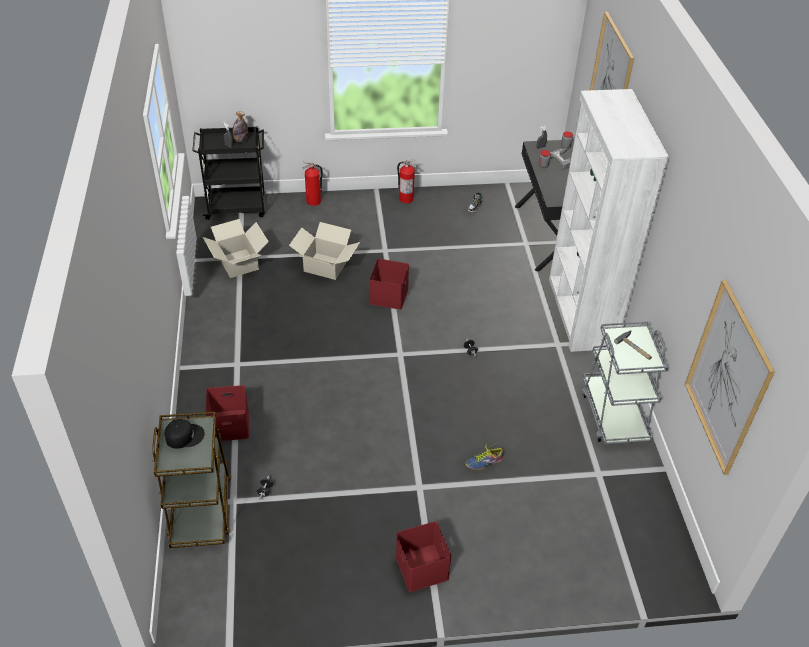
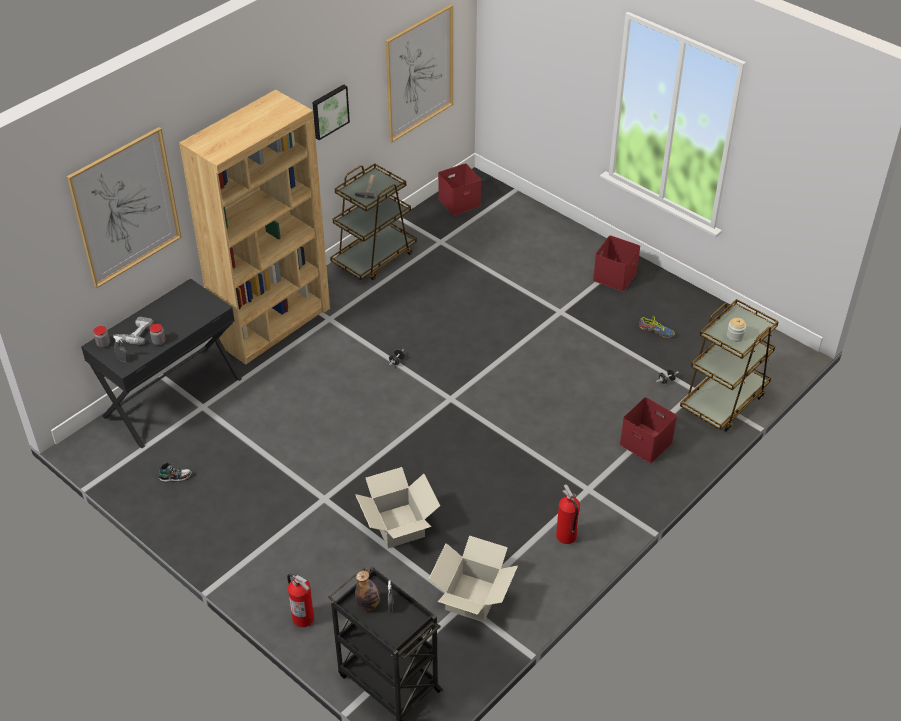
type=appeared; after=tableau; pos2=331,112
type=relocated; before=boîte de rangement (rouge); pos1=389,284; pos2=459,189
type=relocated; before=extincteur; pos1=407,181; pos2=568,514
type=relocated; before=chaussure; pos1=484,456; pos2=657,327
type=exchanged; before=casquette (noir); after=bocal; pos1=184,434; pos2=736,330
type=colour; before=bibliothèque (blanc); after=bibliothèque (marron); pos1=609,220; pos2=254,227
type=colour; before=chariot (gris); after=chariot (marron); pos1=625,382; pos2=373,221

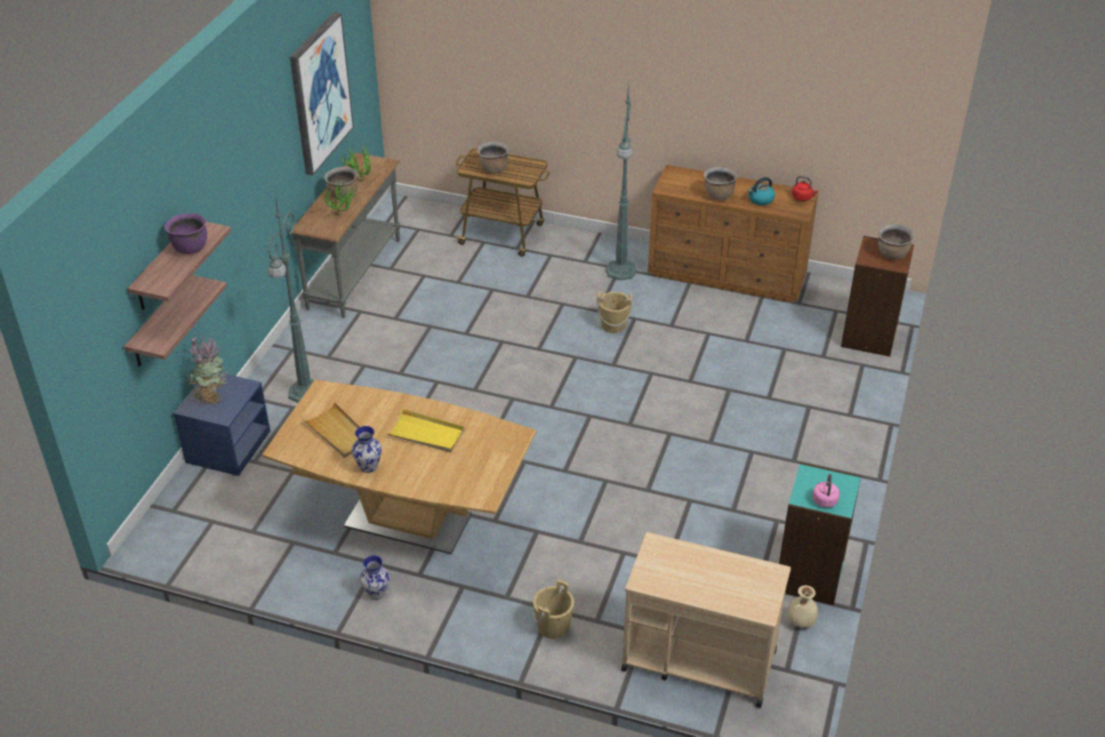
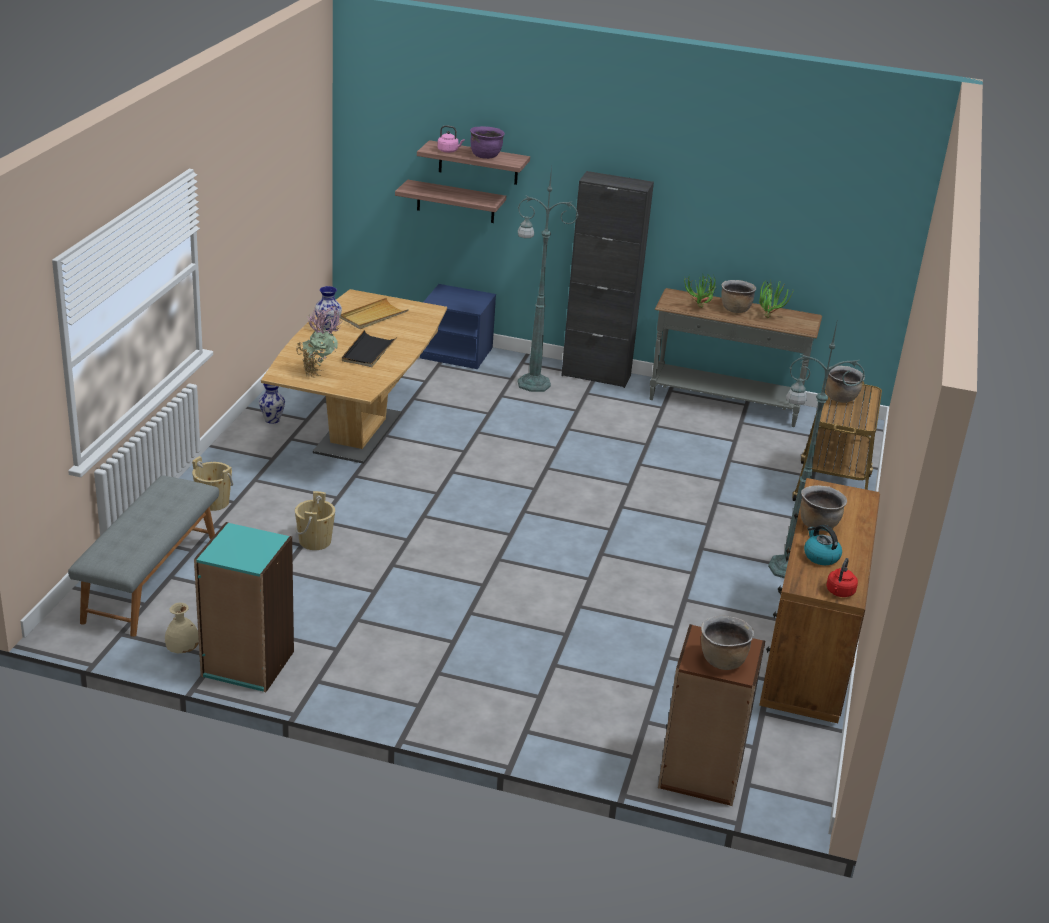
type=missing; before=tableau; pos1=322,93
type=appeared; after=meuble de rangement (noir); pos2=607,279
type=relocated; before=plante en pot; pos1=207,369; pos2=318,342
type=relocated; before=seau (beige); pos1=615,312; pos2=315,520
type=relocated; before=bouilloire (rose); pos1=826,491; pos2=450,139
type=exchanged; before=chariot (beige); after=banc (gris); pos1=706,620; pos2=143,556
type=colour; before=plateau (jaune); after=plateau (noir); pos1=425,430; pos2=370,348

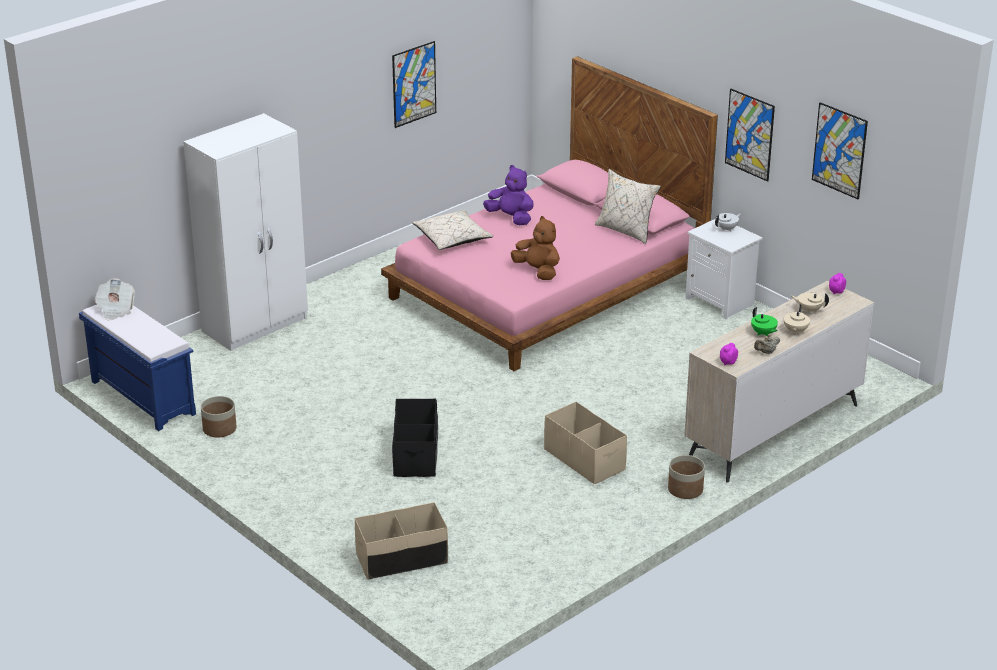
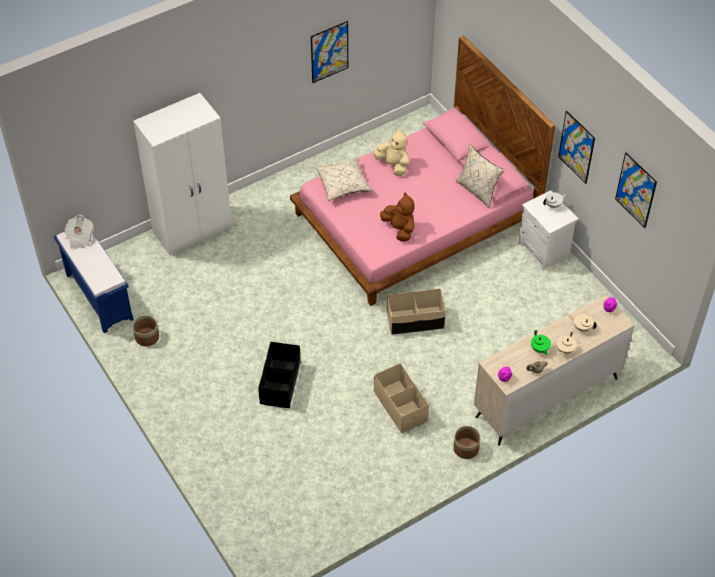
type=relocated; before=boîte de rangement (beige); pos1=401,540; pos2=416,311
type=colour; before=peluche (violet); after=peluche (beige); pos1=508,195; pos2=391,152

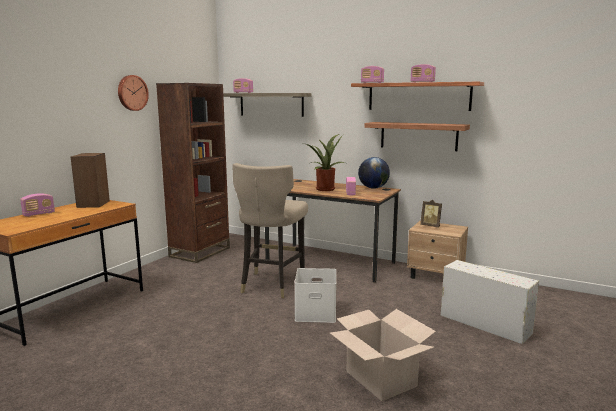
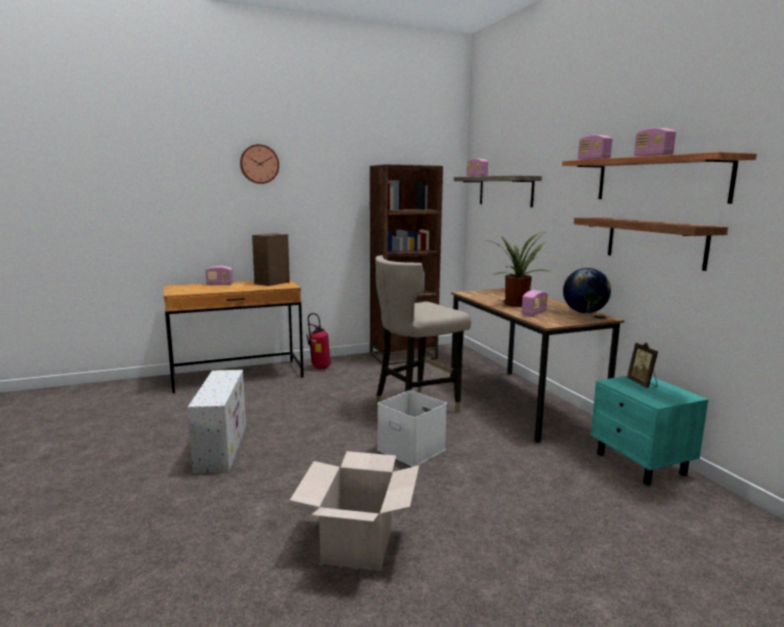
type=appeared; after=extincteur; pos2=318,341
type=relocated; before=horloge murale; pos1=133,93; pos2=259,164
type=relocated; before=boîte de rangement (blanc); pos1=490,302; pos2=216,422
type=colour; before=table de chevet (beige); after=table de chevet (turquoise); pos1=437,250; pos2=650,430

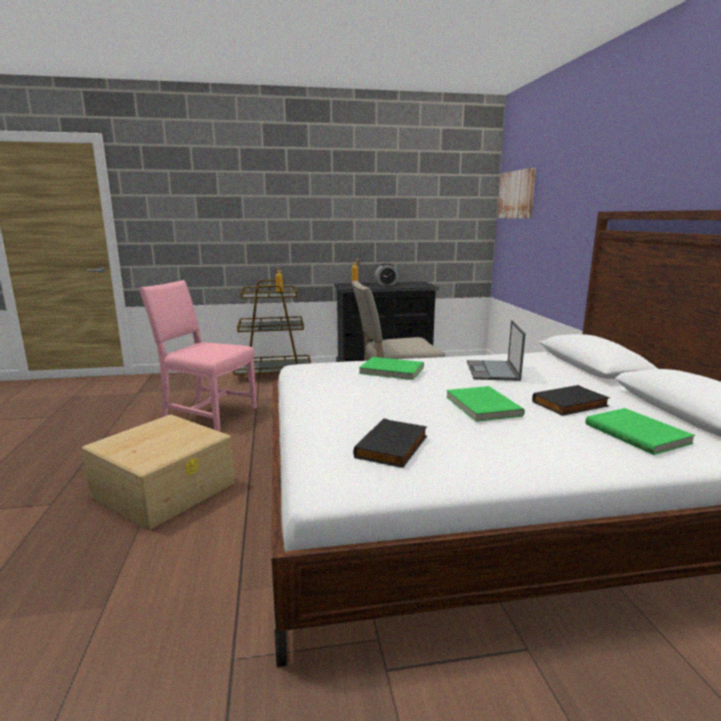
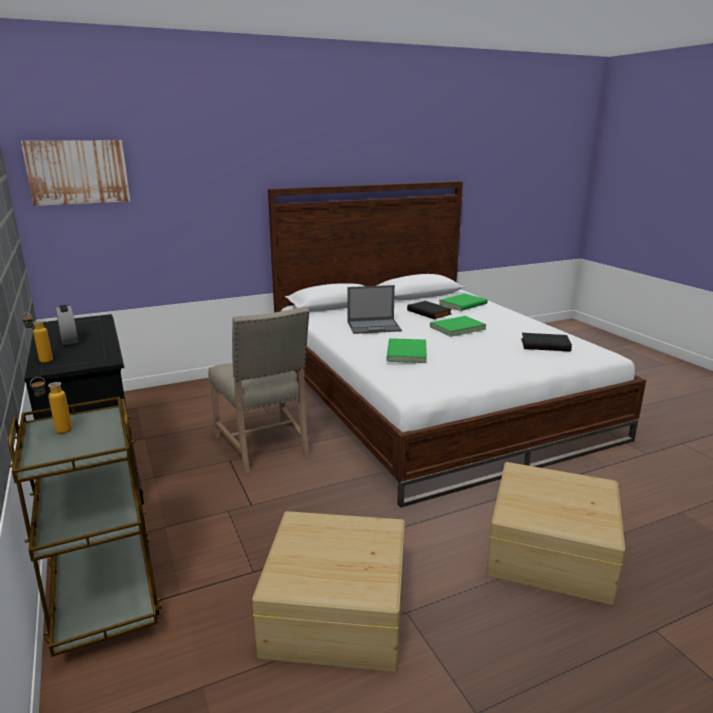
type=exchanged; before=chaise (rose); after=boîte de rangement (beige); pos1=198,355; pos2=328,591

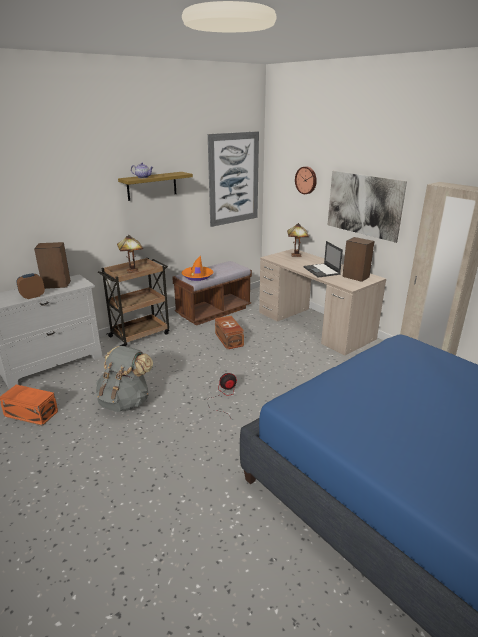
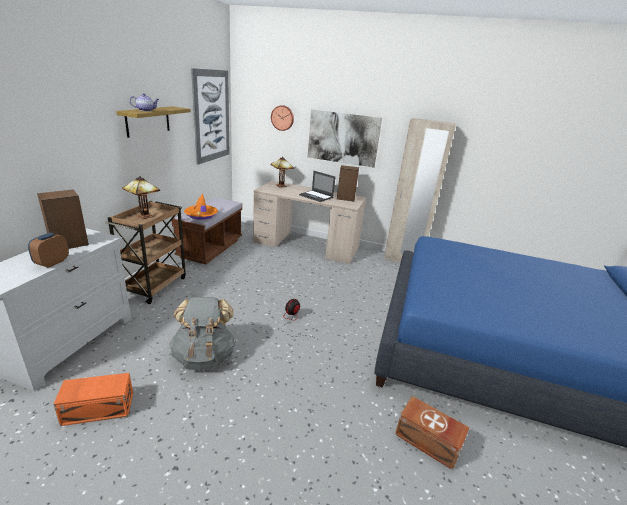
type=relocated; before=boîte de rangement (marron); pos1=229,333; pos2=432,433

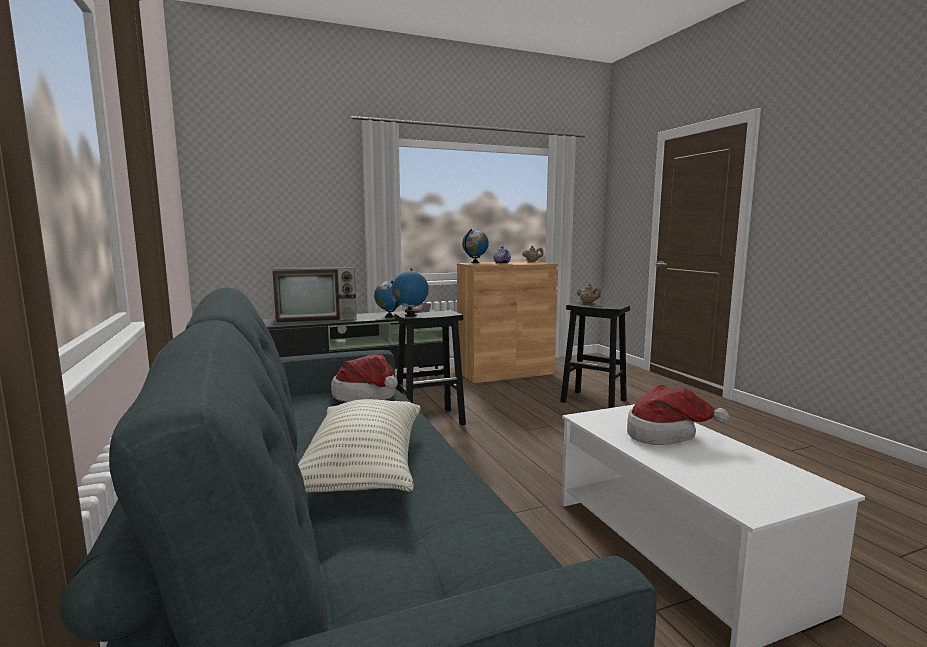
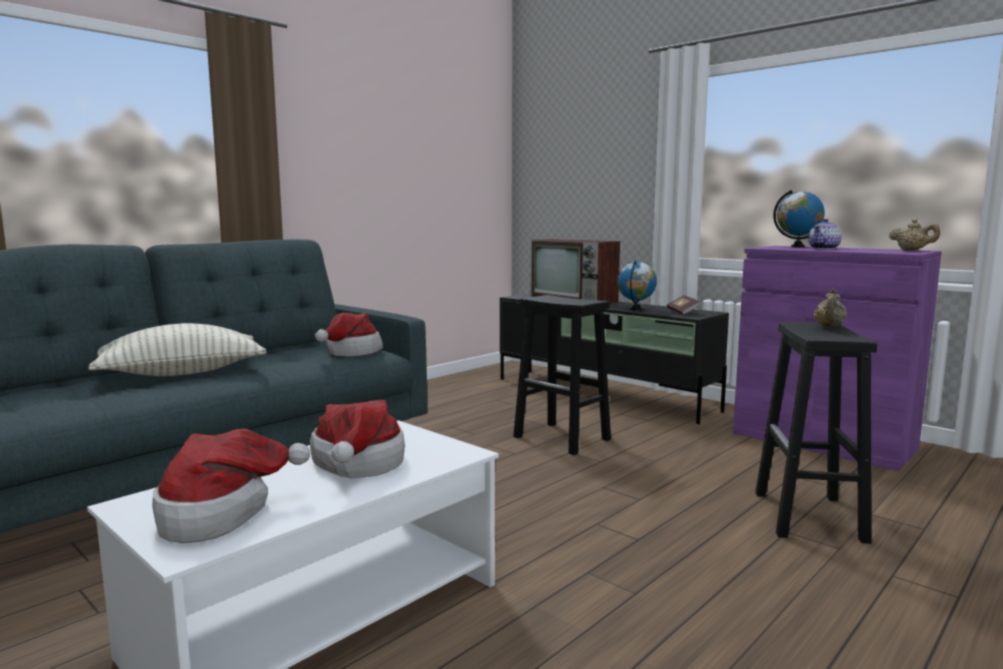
type=missing; before=globe; pos1=410,292
type=appeared; after=chapeau; pos2=231,486
type=colour; before=meuble de rangement (marron); after=meuble de rangement (violet); pos1=507,322; pos2=837,358

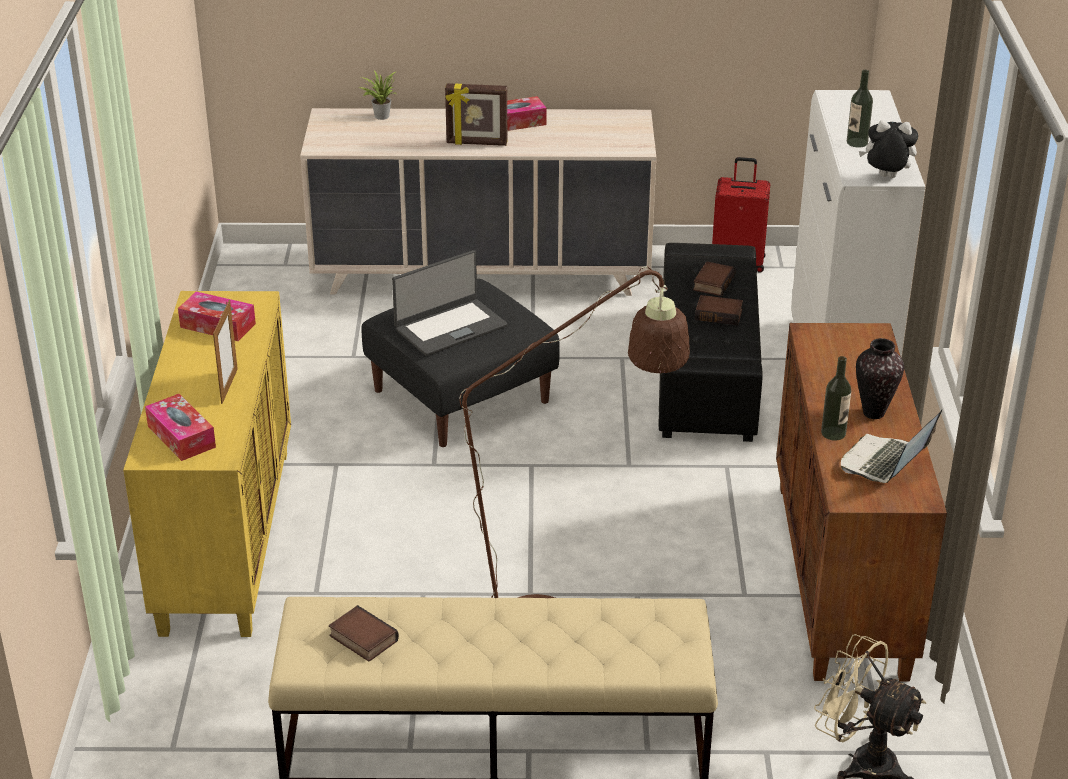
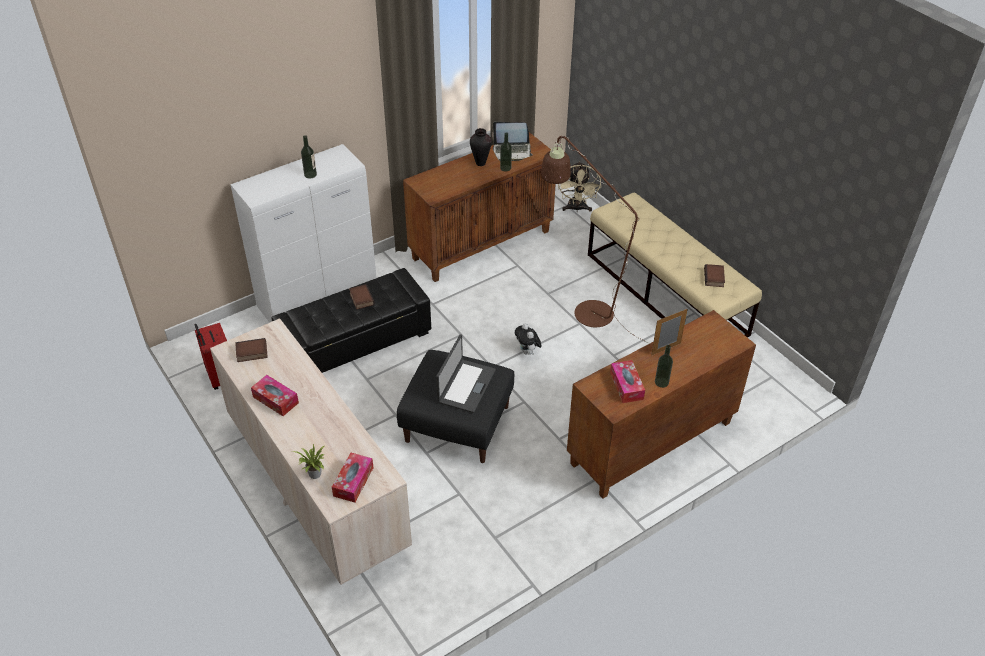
type=missing; before=cadre photo; pos1=476,114
type=appeared; after=bouteille; pos2=664,366
type=relocated; before=boîte à mouchoirs; pos1=180,427; pos2=352,478
type=relocated; before=livre; pos1=714,278; pos2=251,350
type=relocated; before=peluche; pos1=888,149; pos2=528,339
type=colour; before=meuble de rangement (jaune); after=meuble de rangement (marron); pos1=207,464; pos2=661,404
type=spun; before=ordinateur portable; pos1=449,303; pos2=466,373; turn=90

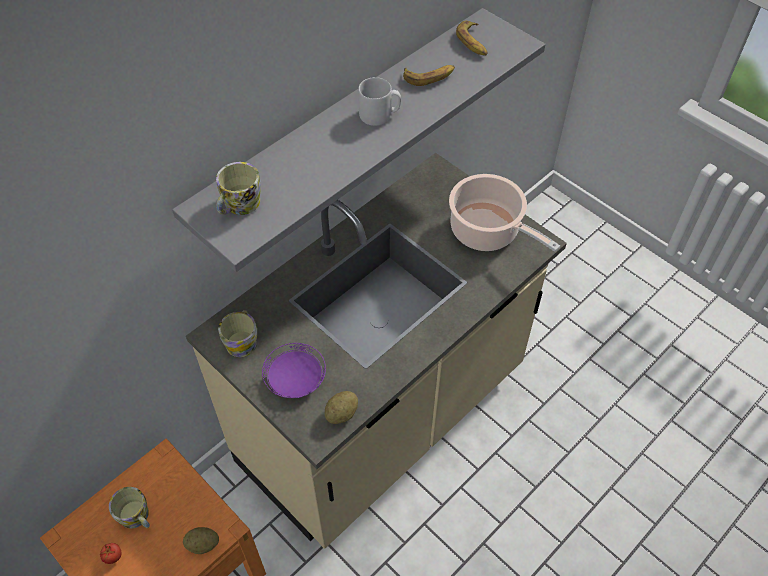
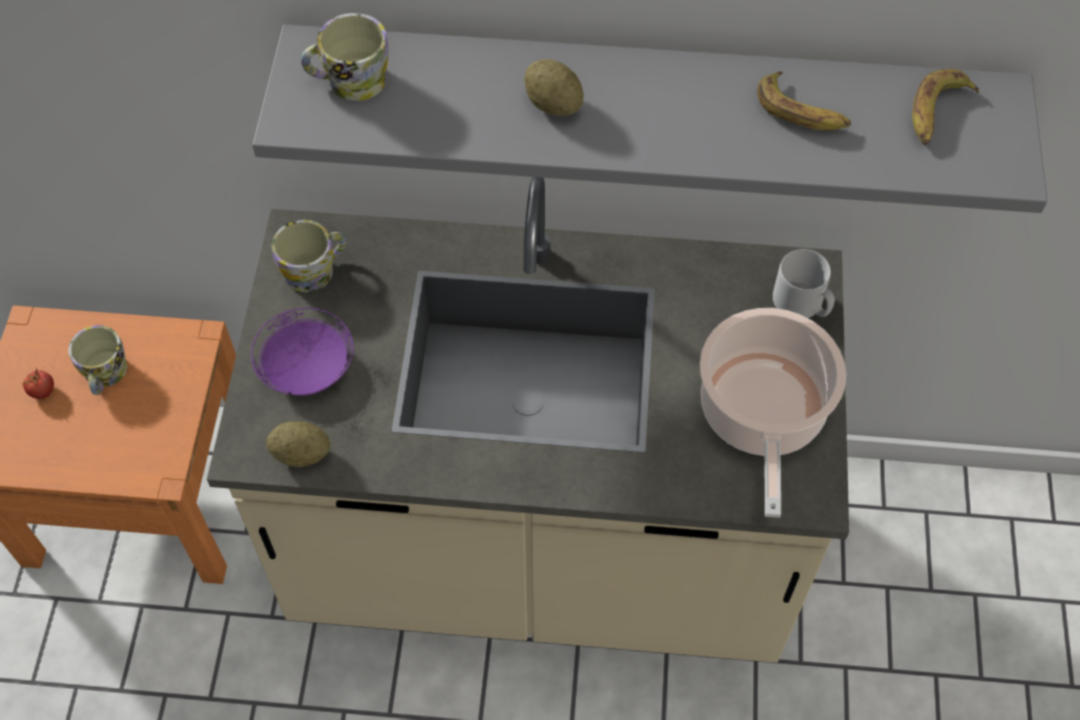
type=relocated; before=pomme de terre; pos1=201,540; pos2=554,88
type=relocated; before=mug (gris); pos1=379,101; pos2=804,283

